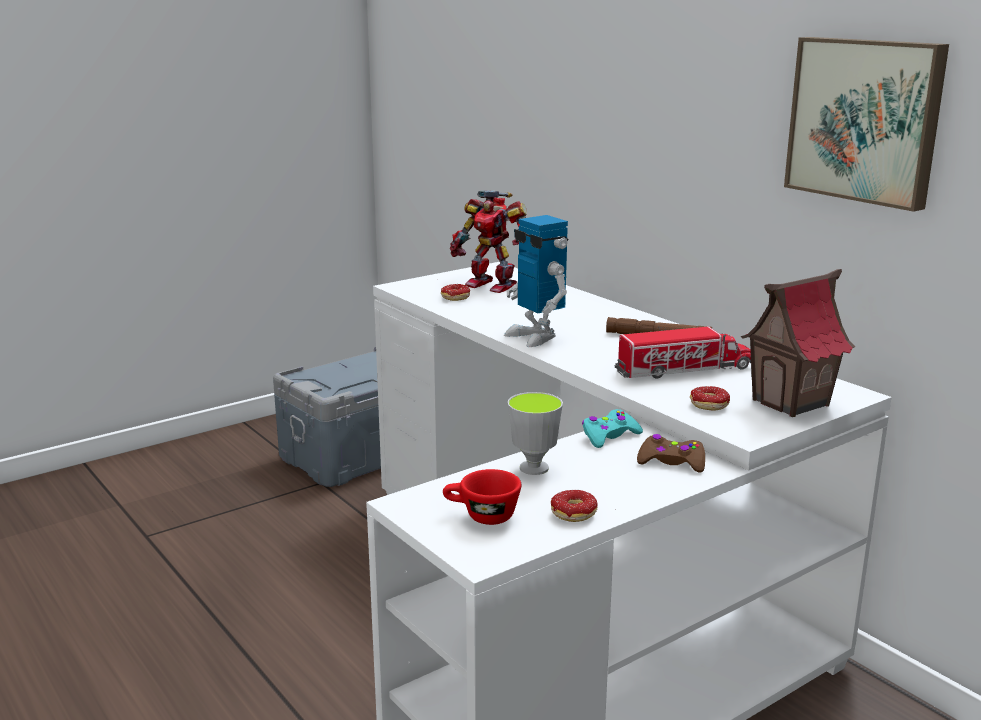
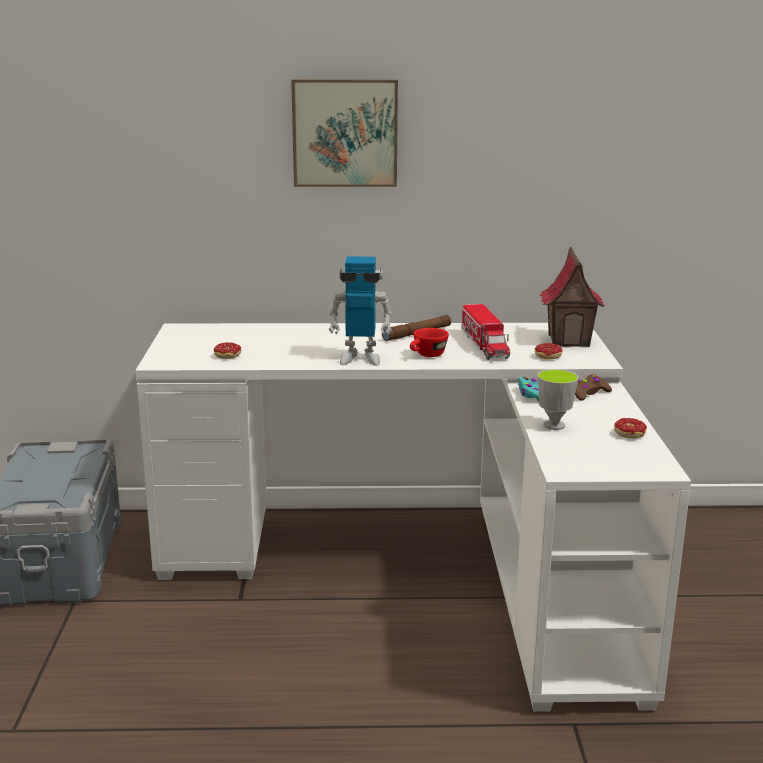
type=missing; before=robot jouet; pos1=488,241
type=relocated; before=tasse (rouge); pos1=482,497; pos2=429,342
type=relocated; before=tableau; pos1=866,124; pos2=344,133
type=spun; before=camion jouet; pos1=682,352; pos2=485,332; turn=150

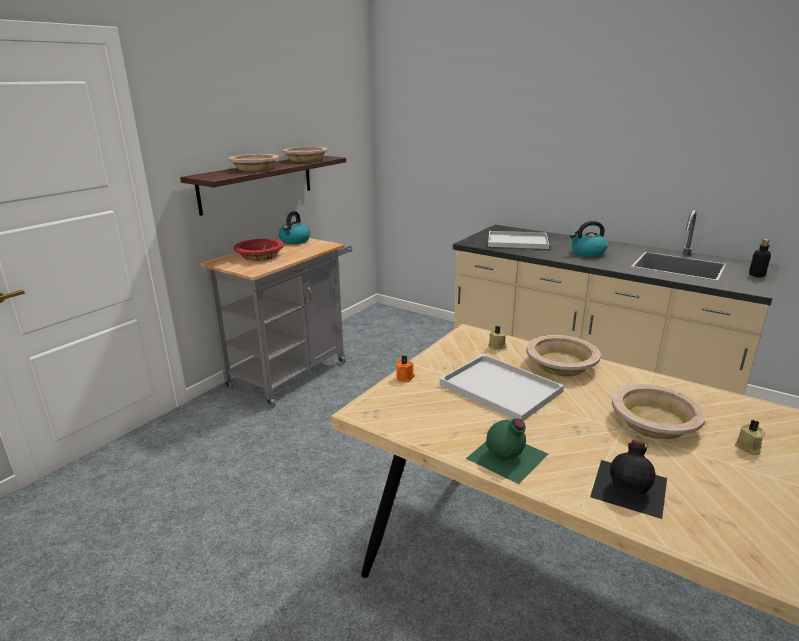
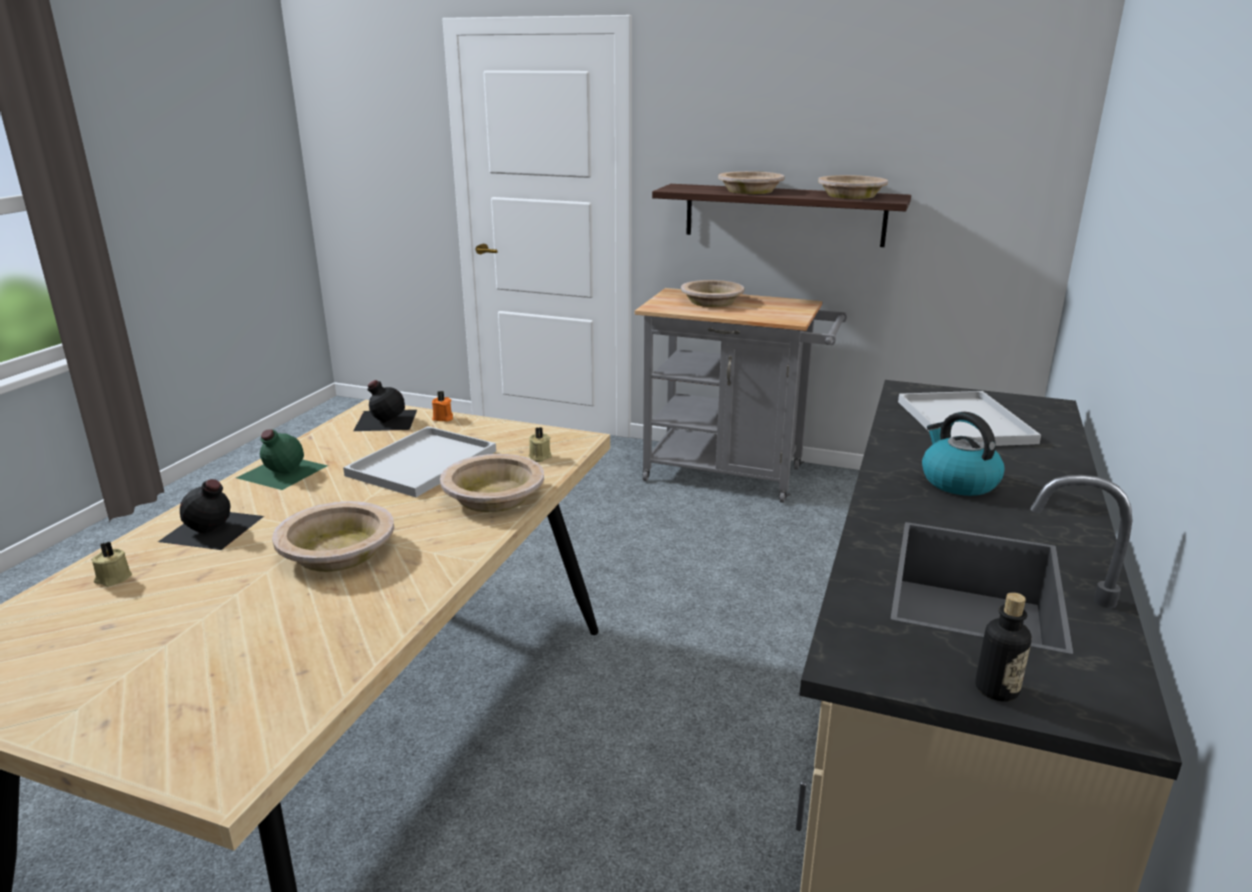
type=missing; before=bouilloire; pos1=294,227
type=appeared; after=bouteille (noir); pos2=385,405
type=relocated; before=bougie (beige); pos1=750,437; pos2=112,564
type=colour; before=bol (rouge); after=bol (beige); pos1=259,250; pos2=712,293

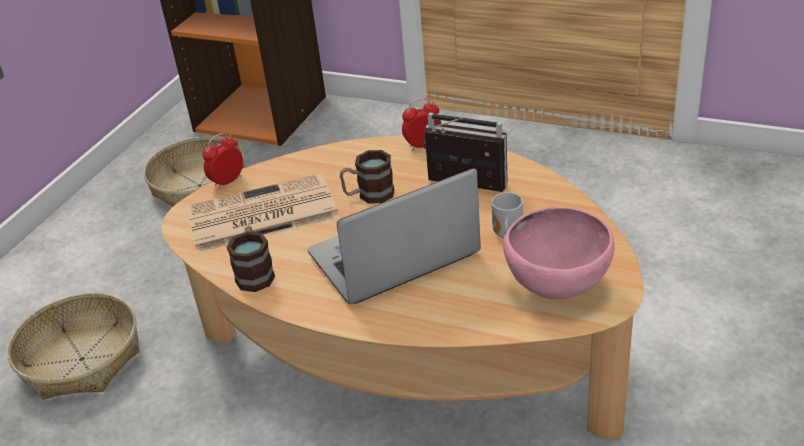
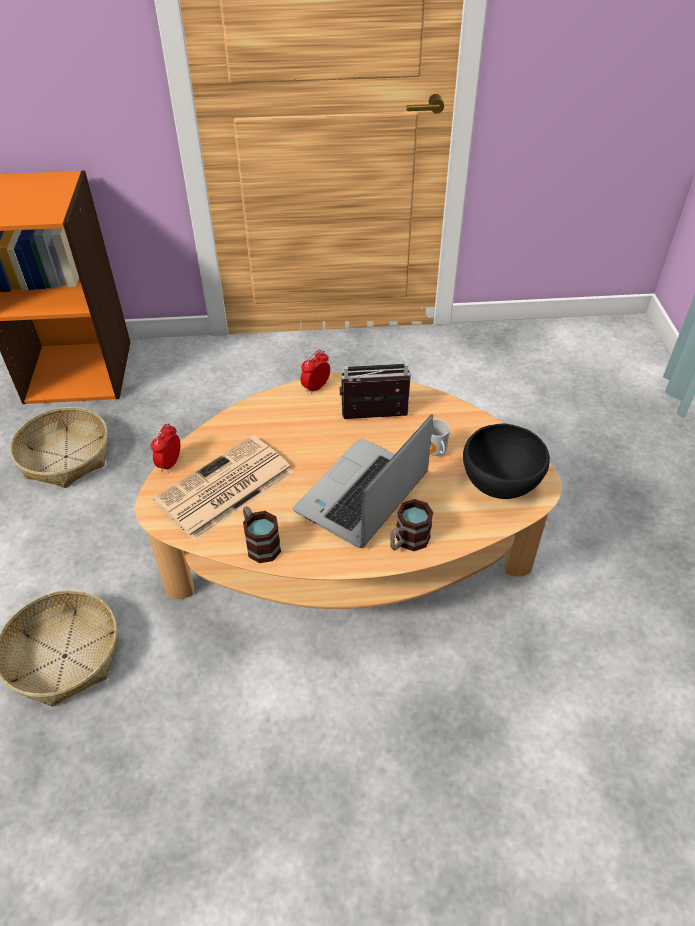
type=relocated; before=mug; pos1=367,177; pos2=411,525
type=colour; before=bol (rose); after=bol (noir); pos1=558,253; pos2=506,461

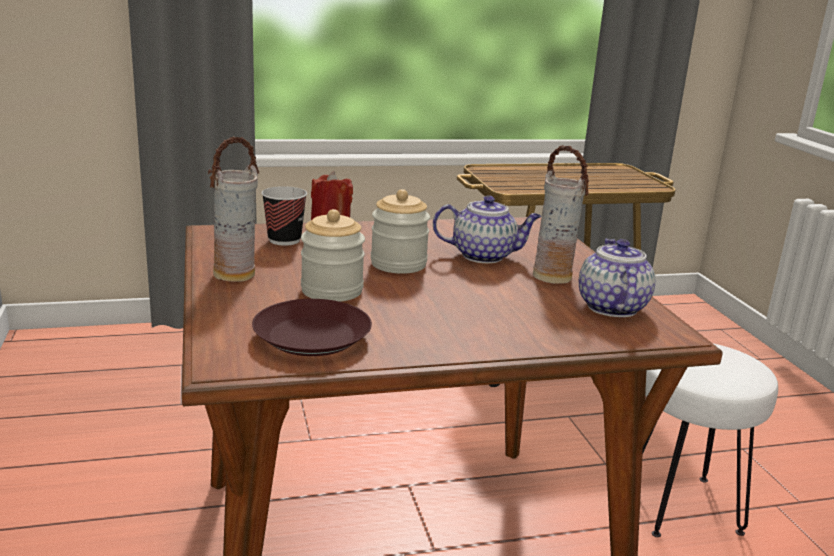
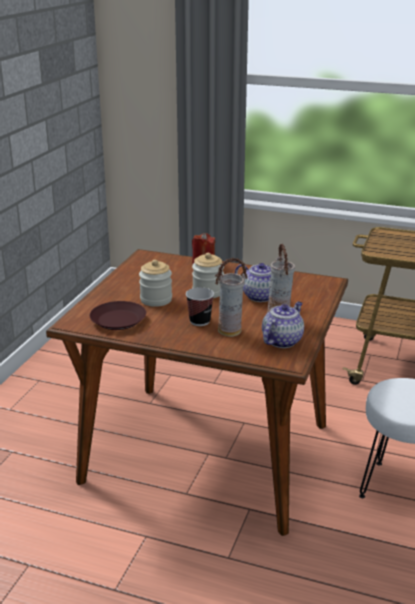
type=relocated; before=vase; pos1=233,209; pos2=231,297
type=relocated; before=tasse; pos1=284,216; pos2=200,306

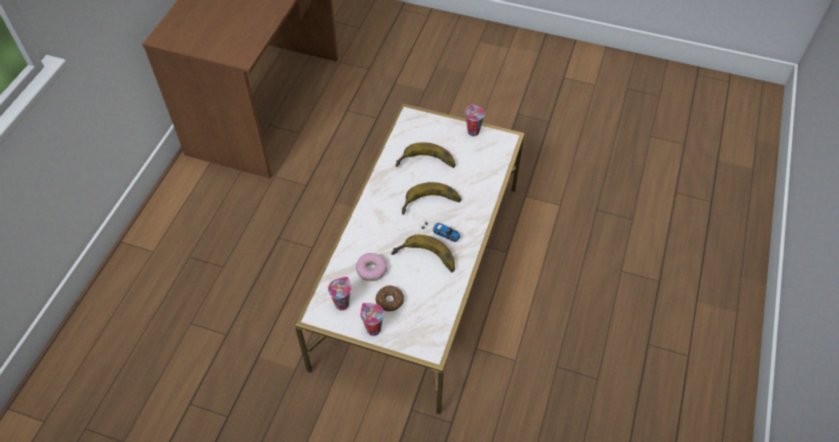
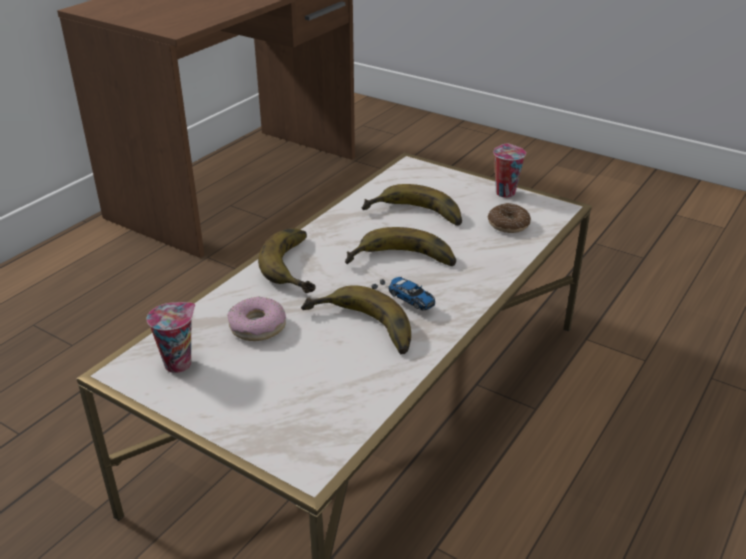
type=missing; before=tasse; pos1=372,319
type=appeared; after=banane; pos2=287,260
type=relocated; before=beignet; pos1=389,299; pos2=509,218

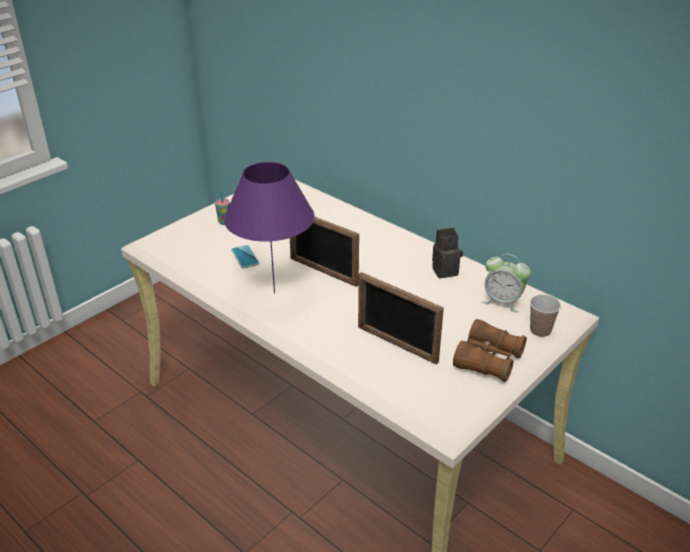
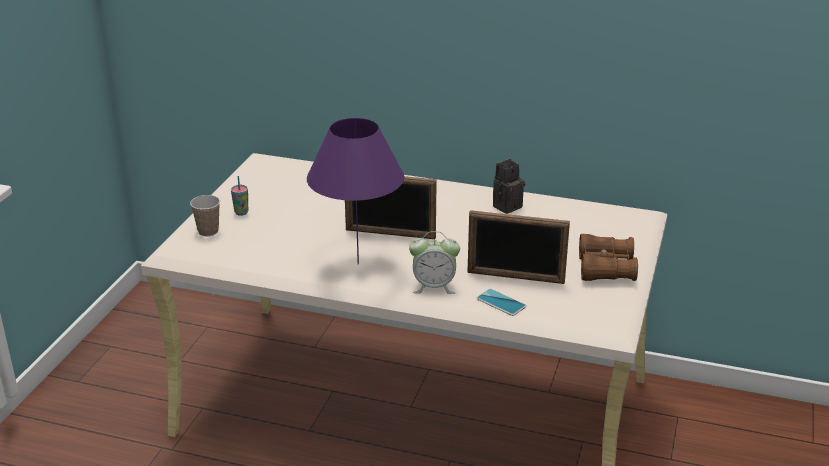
type=relocated; before=téléphone; pos1=245,256; pos2=501,302
type=relocated; before=réveil; pos1=506,283; pos2=434,262
type=relocated; before=tasse; pos1=545,315; pos2=205,215

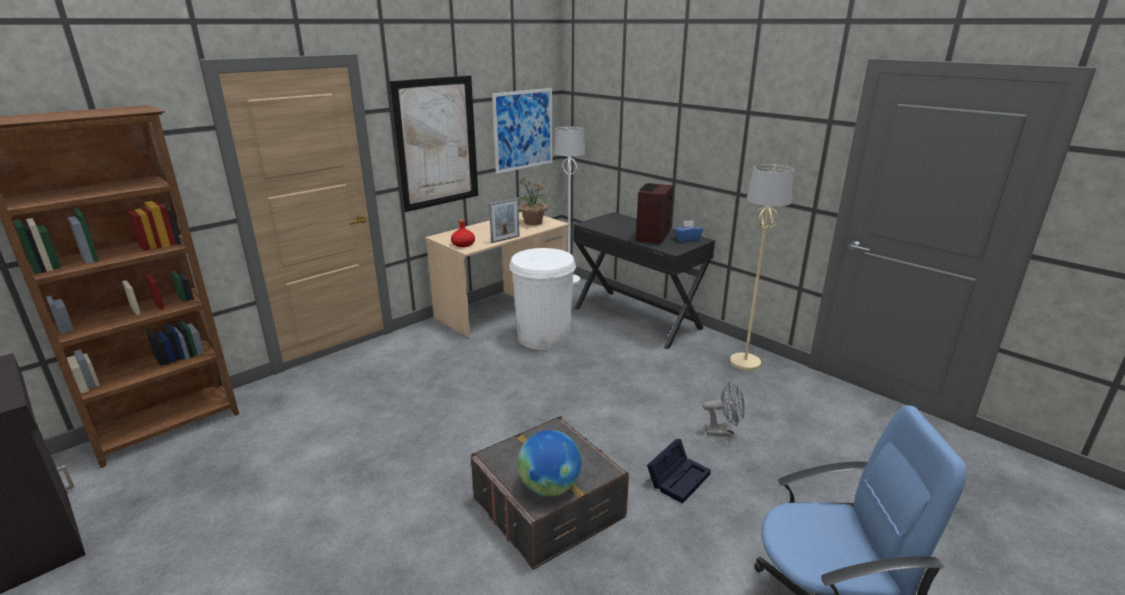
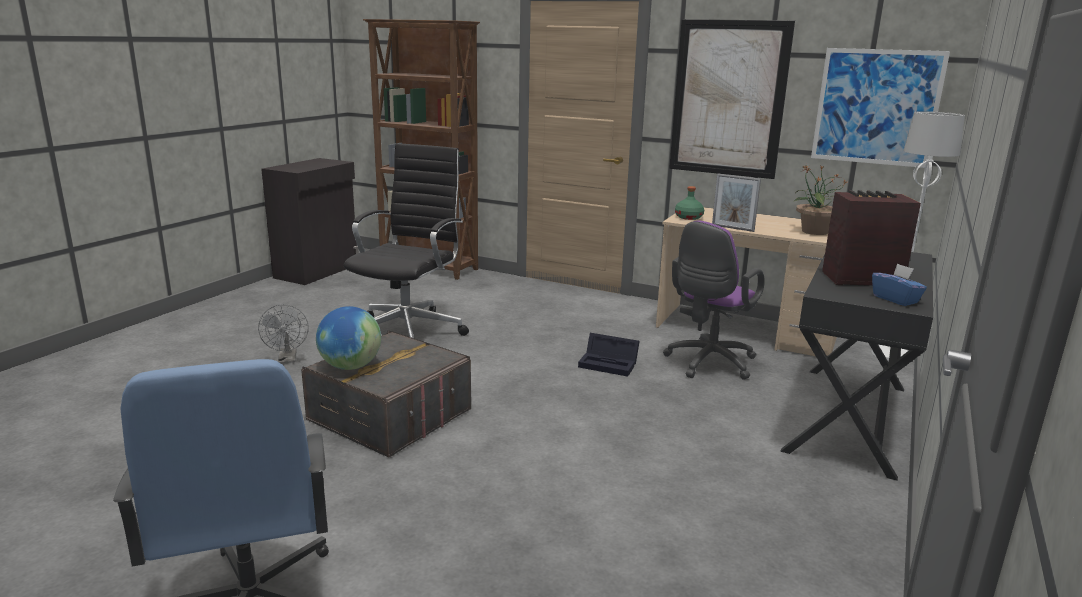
type=missing; before=lampadaire (beige); pos1=762,267
type=appeared; after=chaise de bureau (noir); pos2=406,240
type=relocated; before=boîte de rangement (noir); pos1=679,471; pos2=609,355
type=relocated; before=ventilateur (gris); pos1=724,409; pos2=283,333
type=exchanged; before=poubelle (blanc); after=chaise de bureau (violet); pos1=542,299; pos2=714,300
type=colour; before=bouteille (rouge); after=bouteille (vert); pos1=463,233; pos2=689,203

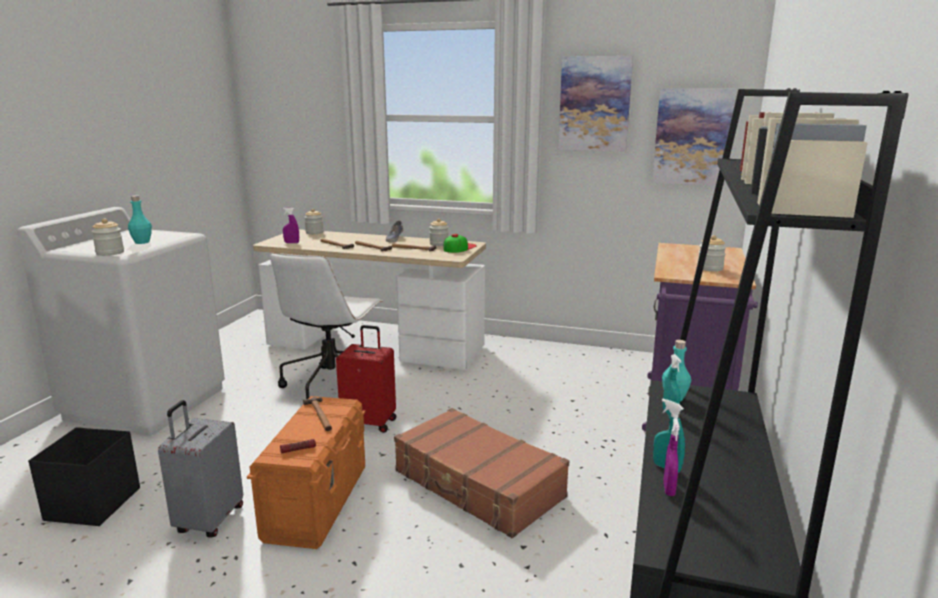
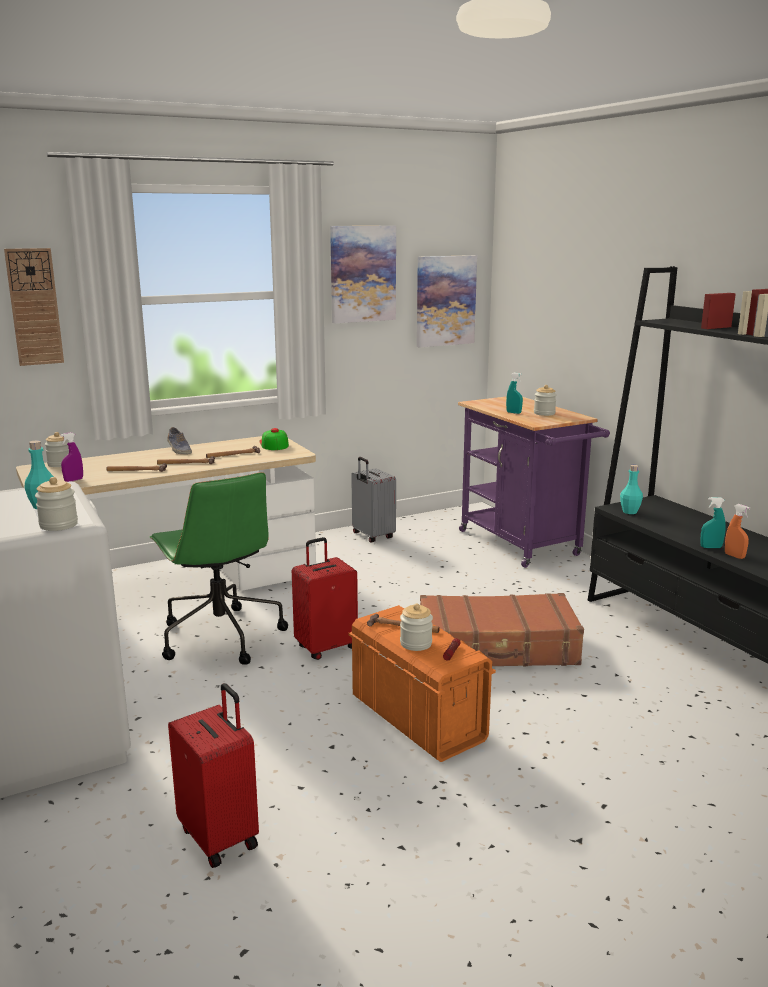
type=appeared; after=horloge murale; pos2=34,307
type=relocated; before=valise (gris); pos1=200,468; pos2=373,500
type=relocated; before=bocal; pos1=439,232; pos2=416,627
type=relocated; before=vaporisateur (turquoise); pos1=672,385; pos2=514,393
type=exchanged; before=boîte de rangement (noir); after=valise (rouge); pos1=84,476; pos2=213,775
type=colour; before=chaise de bureau (blanc); after=chaise de bureau (vert); pos1=326,326; pos2=219,568
type=colour; before=vaporisateur (violet); after=vaporisateur (orange); pos1=671,457; pos2=738,531

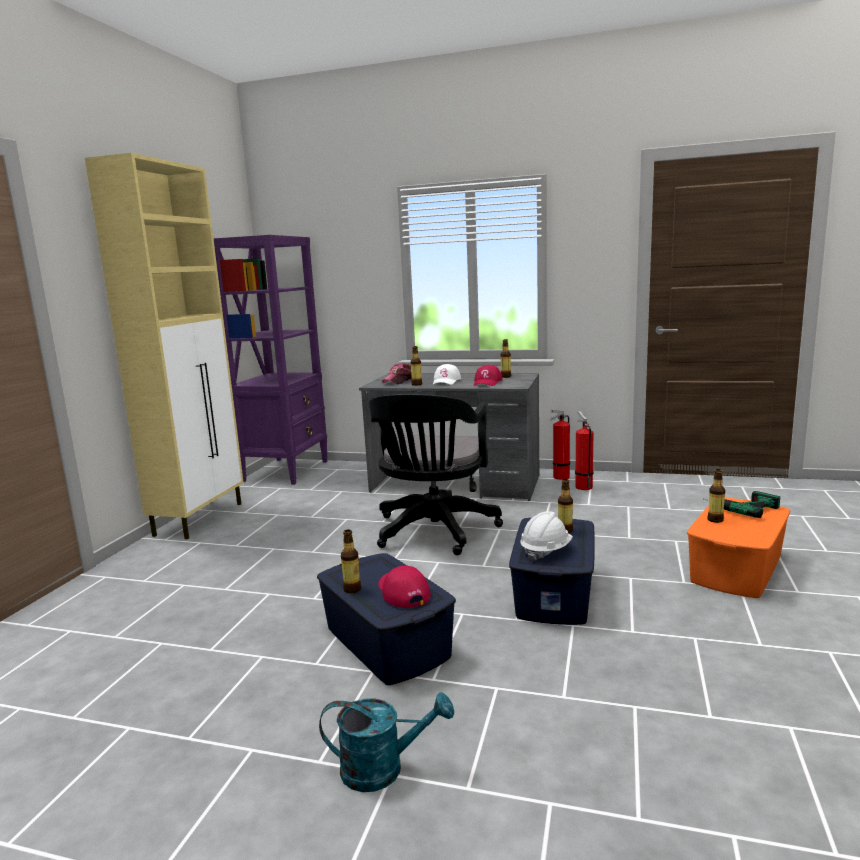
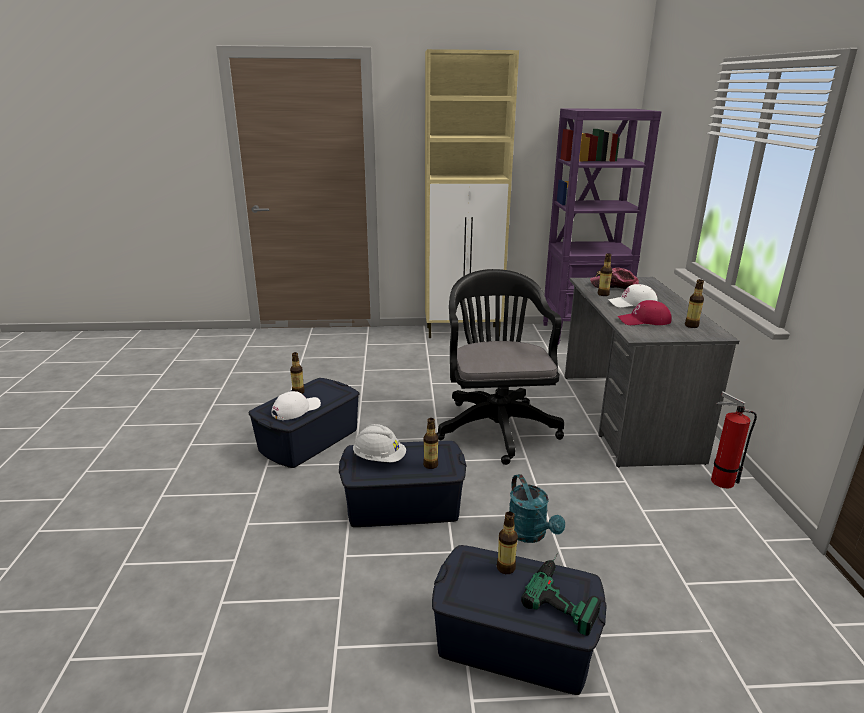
type=missing; before=extincteur; pos1=584,450
type=relocated; before=arrosoir (turquoise); pos1=386,742; pos2=537,508
type=colour; before=casquette (rouge); after=casquette (blanc); pos1=404,587; pos2=296,405
type=colour; before=boîte de rangement (orange); after=boîte de rangement (bleu); pos1=738,548; pos2=519,620
type=spun; before=chaise de bureau (noir); pos1=436,474; pos2=500,367; turn=90

